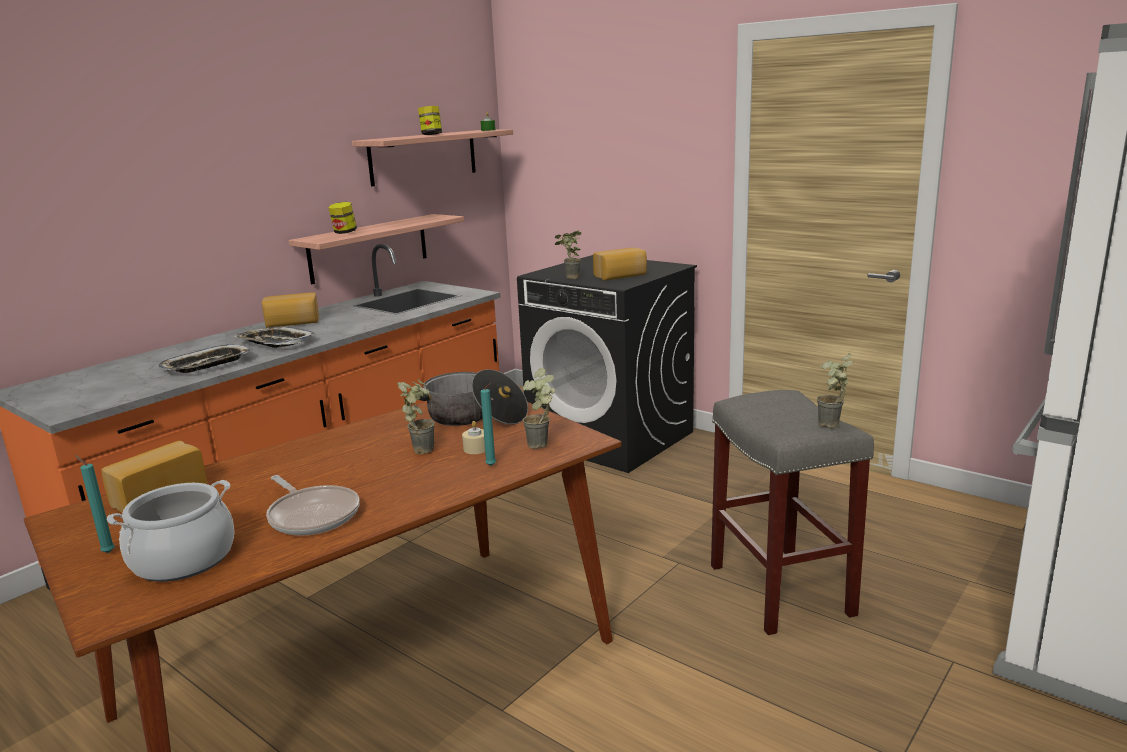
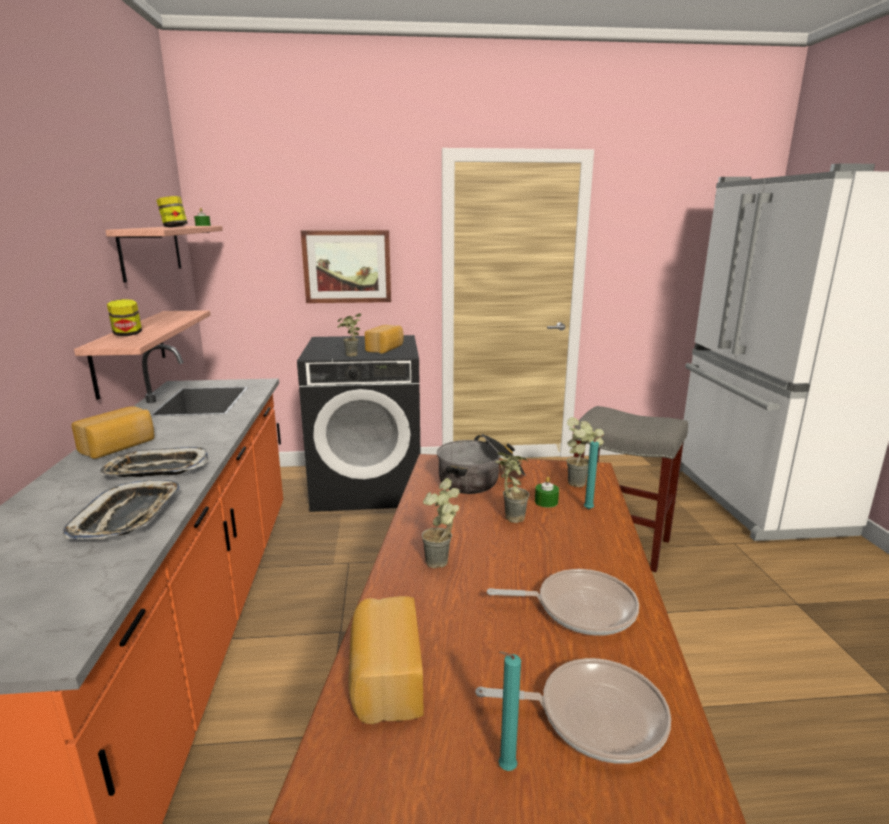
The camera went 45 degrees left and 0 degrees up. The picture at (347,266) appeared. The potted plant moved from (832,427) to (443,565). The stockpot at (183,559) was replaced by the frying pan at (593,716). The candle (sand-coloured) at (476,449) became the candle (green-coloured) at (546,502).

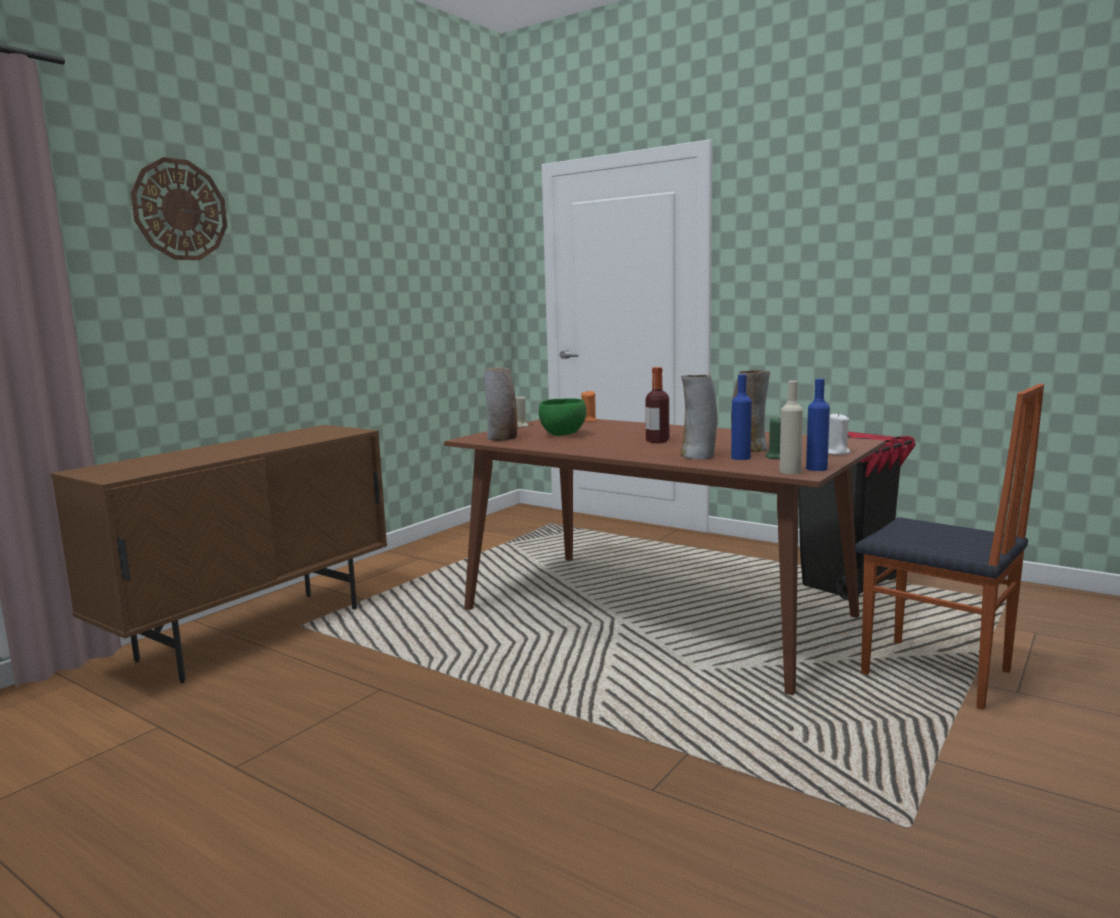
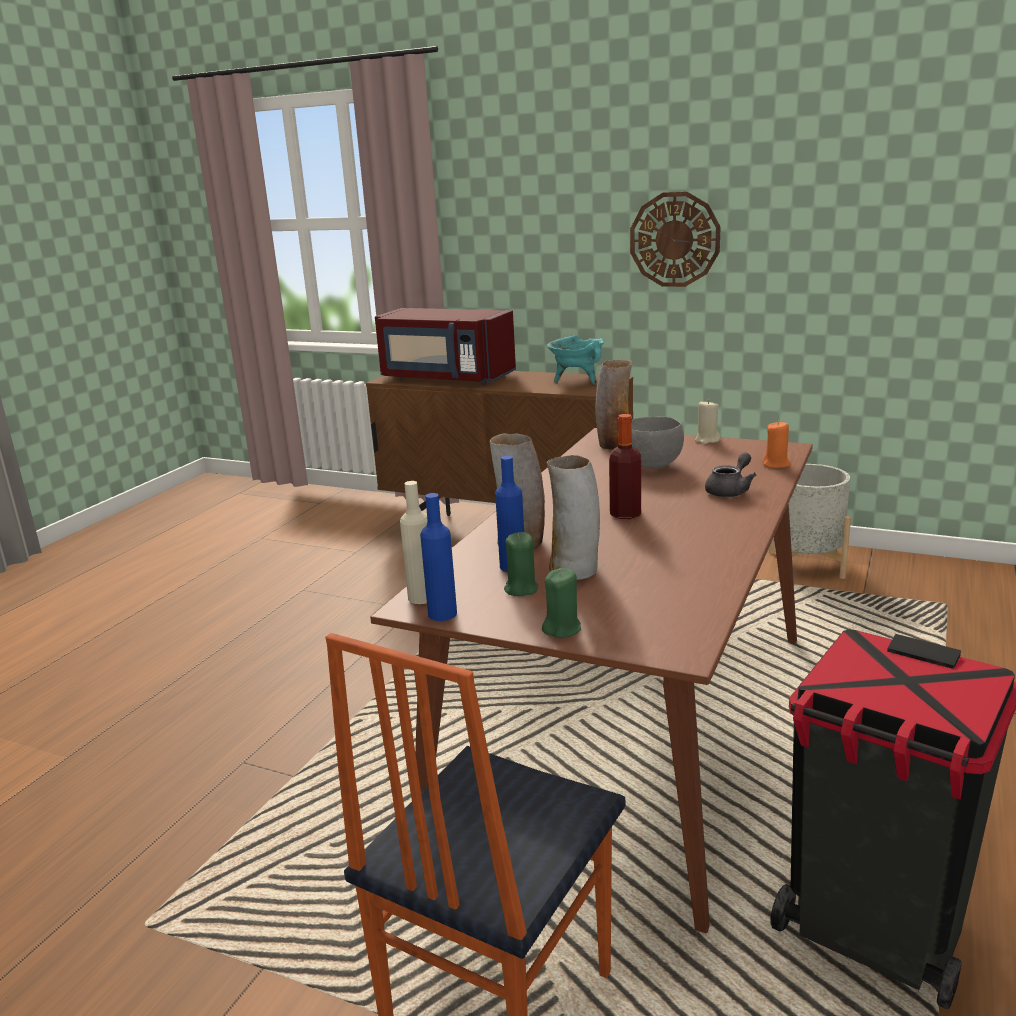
The camera went 80 degrees right and 10 degrees up. The microwave (red-coloured) at (445,378) appeared. The candle (white-coloured) at (836,453) became the candle (green-coloured) at (562,629). The stockpot (turquoise-coloured) at (577,380) appeared. The wall clock moved from (180,210) to (674,239). The deep dish (green-coloured) at (563,435) became the deep dish (greyish) at (651,466). The pot for tea (greyish) at (730,491) appeared. The planter (greyish) at (805,564) appeared.

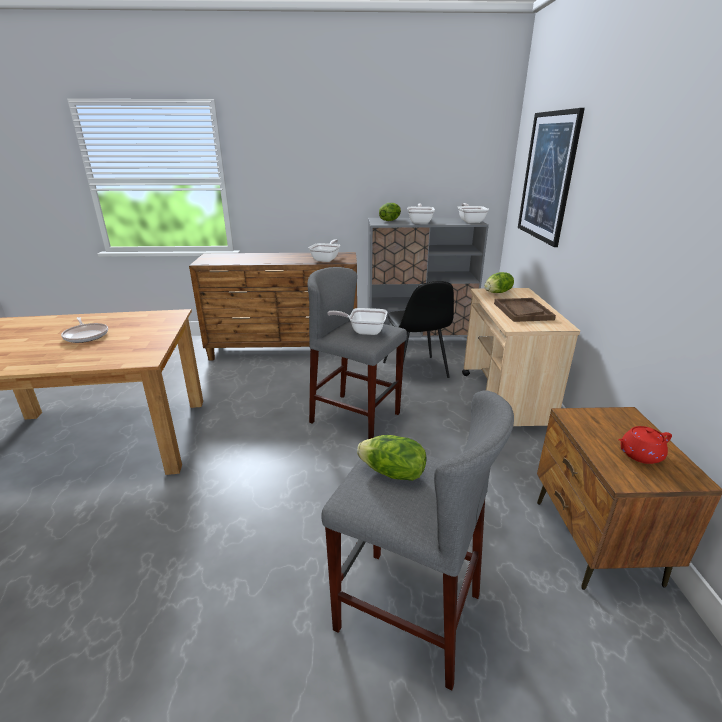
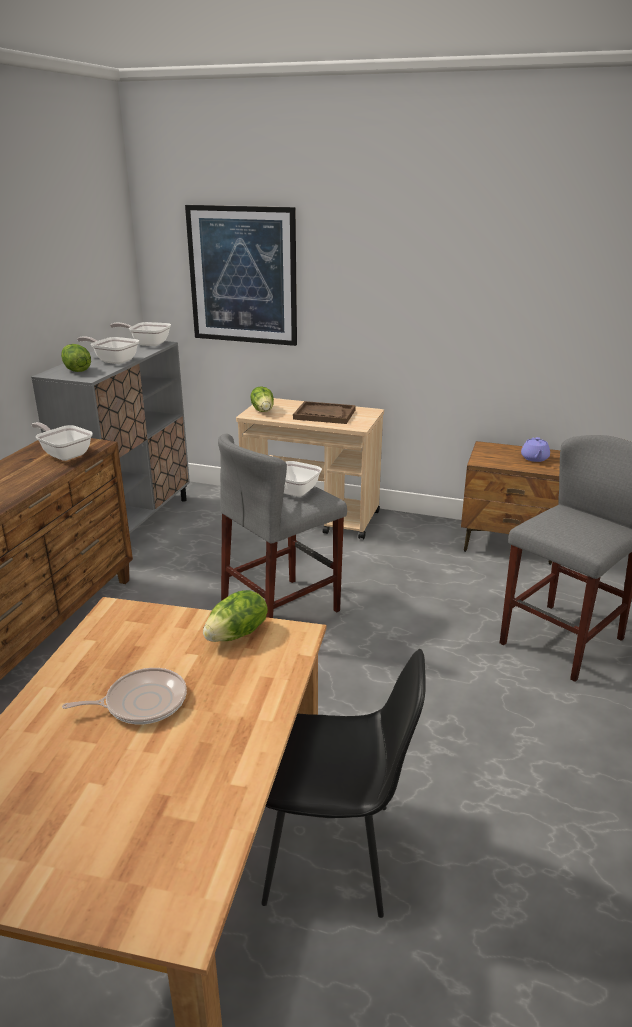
The camera went 70 degrees left and 0 degrees up. The lettuce moved from (392,473) to (237,634). The chair (black-coloured) moved from (415,371) to (333,854). The pot for tea (red-coloured) at (639,455) became the pot for tea (purplish) at (534,458).

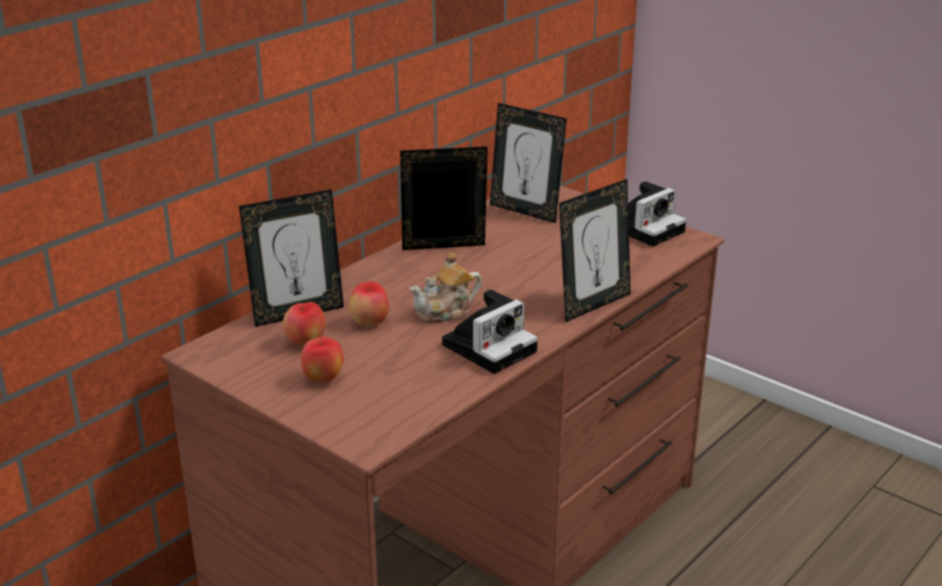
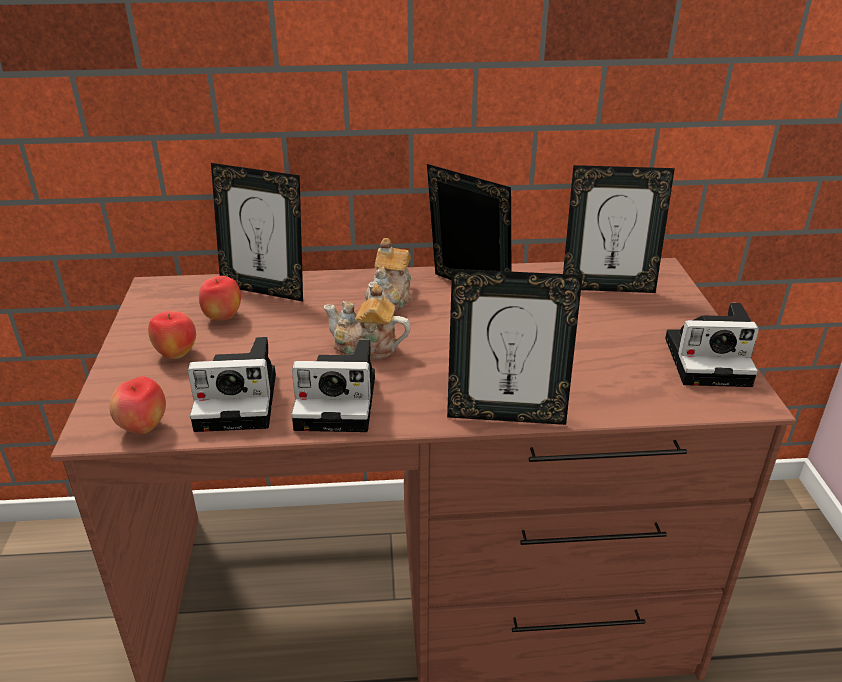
The camera went 45 degrees right and 5 degrees up. The whole apple moved from (369,323) to (143,428). The photo camera at (241,400) appeared. The pot for tea at (390,300) appeared. The standing frame at (525,211) turned 75 degrees counterclockwise.

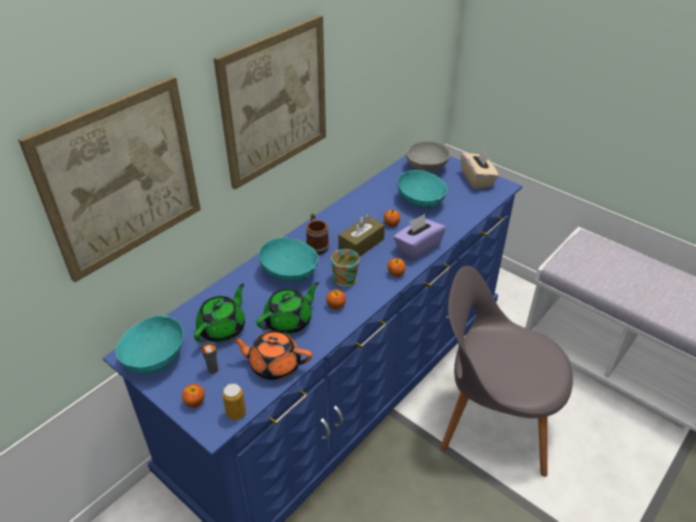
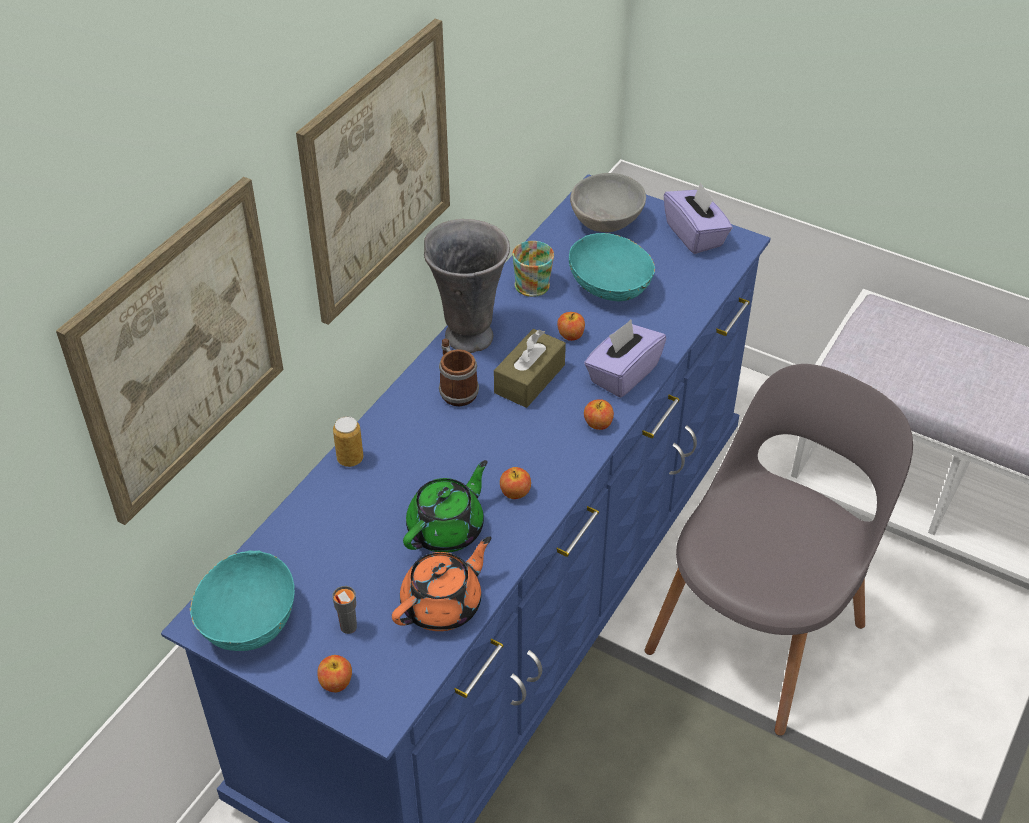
The camera went 10 degrees left and 5 degrees up. The can moved from (236,413) to (350,459). The pot for tea (orange-coloured) at (274,364) turned 135 degrees clockwise. The flower vase (greyish) at (468,335) appeared. The coffee mug moved from (345,276) to (531,282). The chair (greyish) at (492,420) turned 120 degrees clockwise. The tissue box (sand-coloured) at (477,180) became the tissue box (purplish) at (695,235). The pot for tea (green-coloured) at (223,328) disappeared. The deep dish (turquoise-coloured) at (290,273) disappeared.

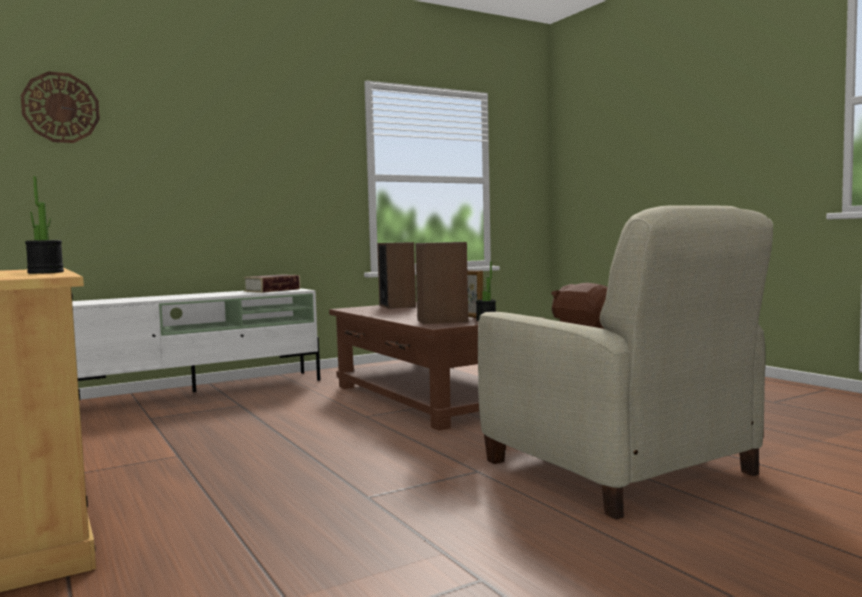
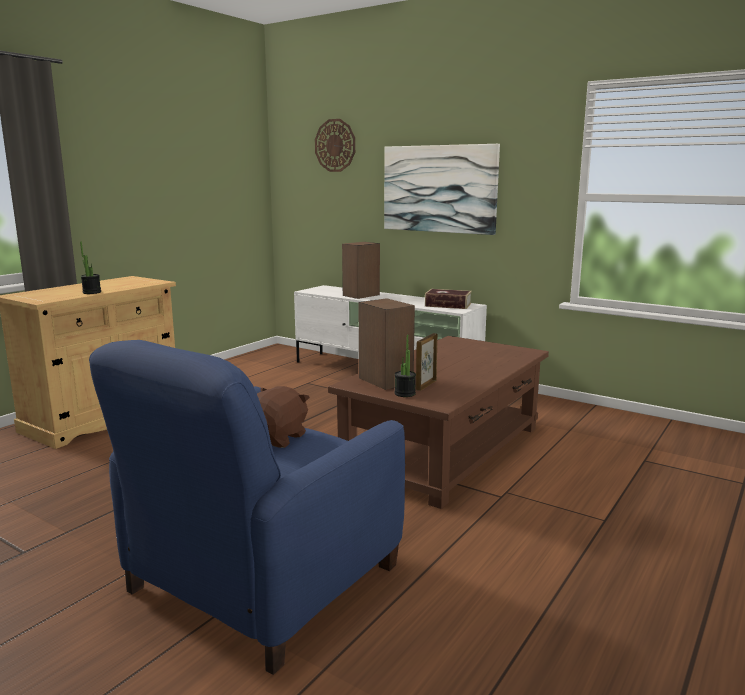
The camera went 65 degrees right and 10 degrees up. The lounge chair (sand-coloured) at (619,468) became the lounge chair (bluish) at (262,580). The audio speaker moved from (397,306) to (361,295). The picture at (439,189) appeared.

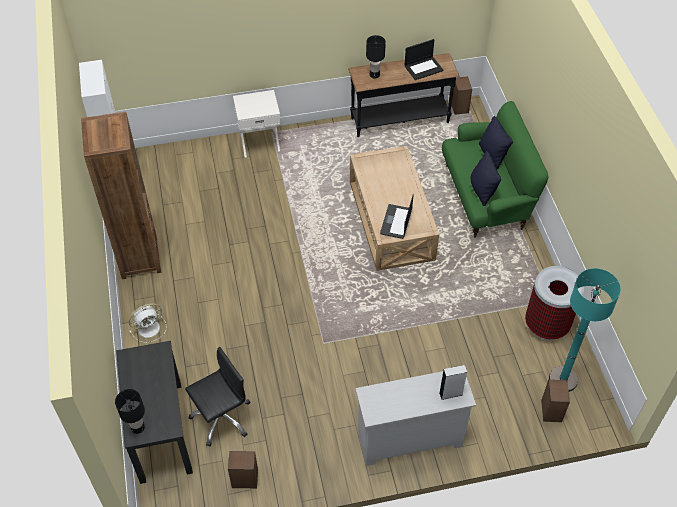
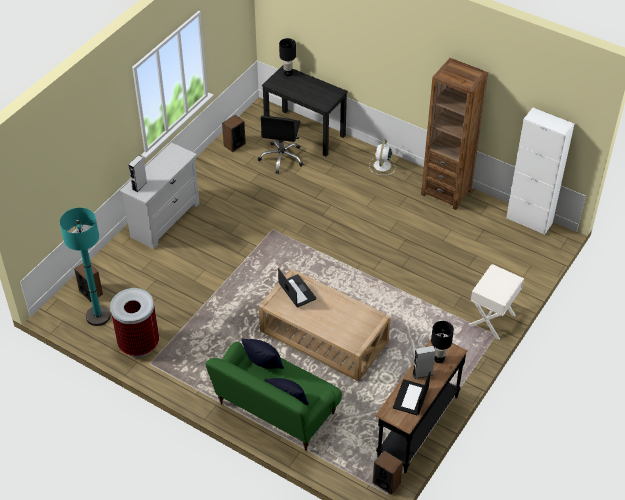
The camera went 135 degrees right and 5 degrees down. The audio speaker (greyish) at (422,374) appeared.

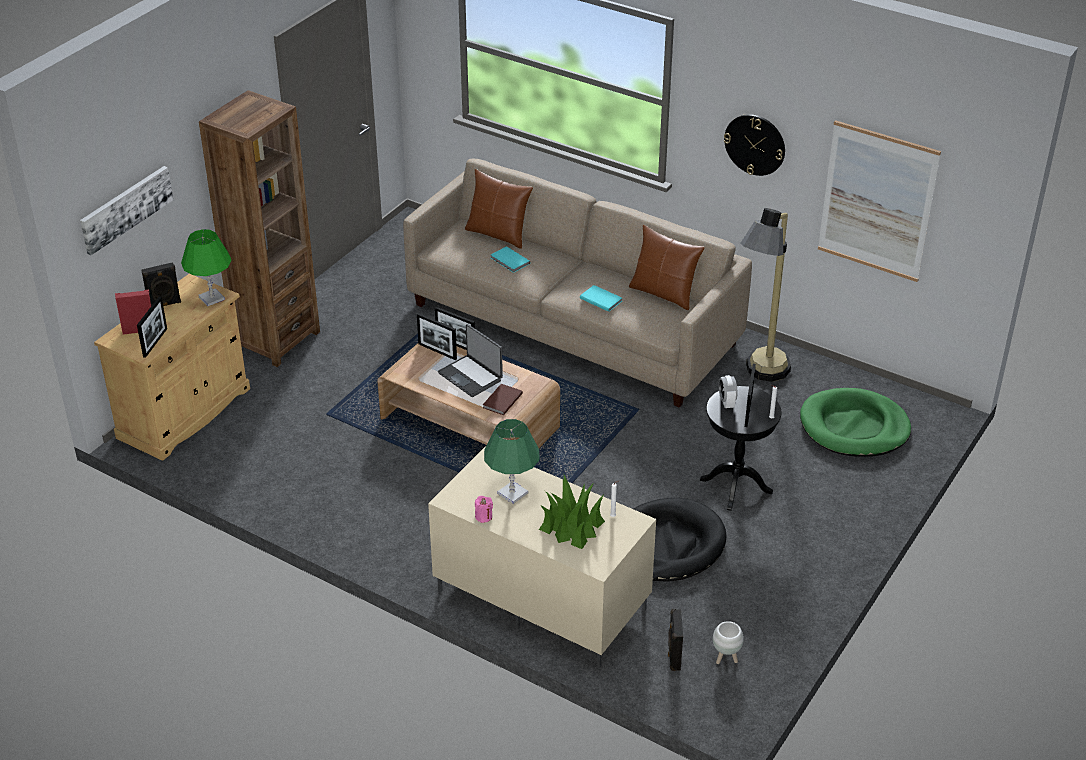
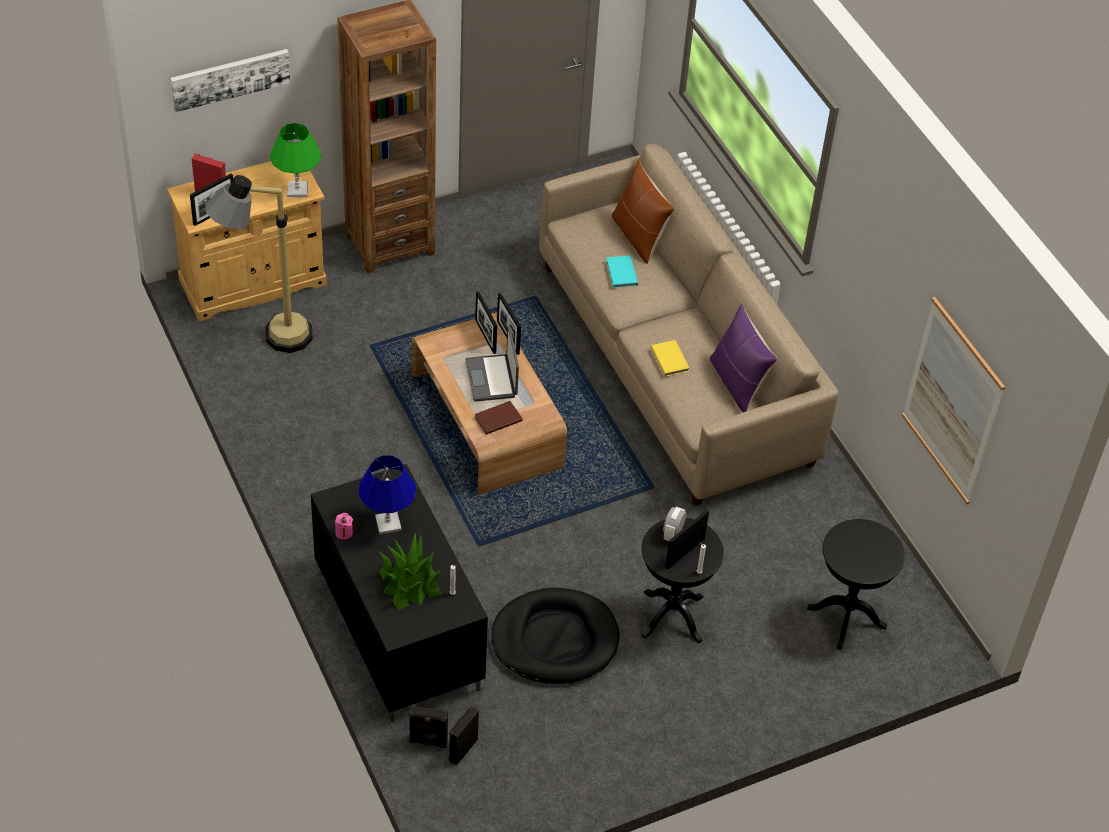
The camera went 30 degrees right and 10 degrees up. The floor lamp moved from (759,379) to (267,341). The tv unit (sand-coloured) at (539,600) became the tv unit (black-coloured) at (396,630). The lamp for a table (green-coloured) at (512,493) became the lamp for a table (bluish) at (388,523). The audio speaker (black-coloured) moved from (164,304) to (428,742). The book (turquoise-coloured) at (601,299) became the book (yellow-coloured) at (670,359). The pillow (brownish) at (663,294) became the pillow (purplish) at (737,383). The dog cushion (green-coloured) at (854,427) was replaced by the side table (black-coloured) at (846,617). The planter (white-coloured) at (726,659) disappeared. The wall clock at (755,144) disappeared.

